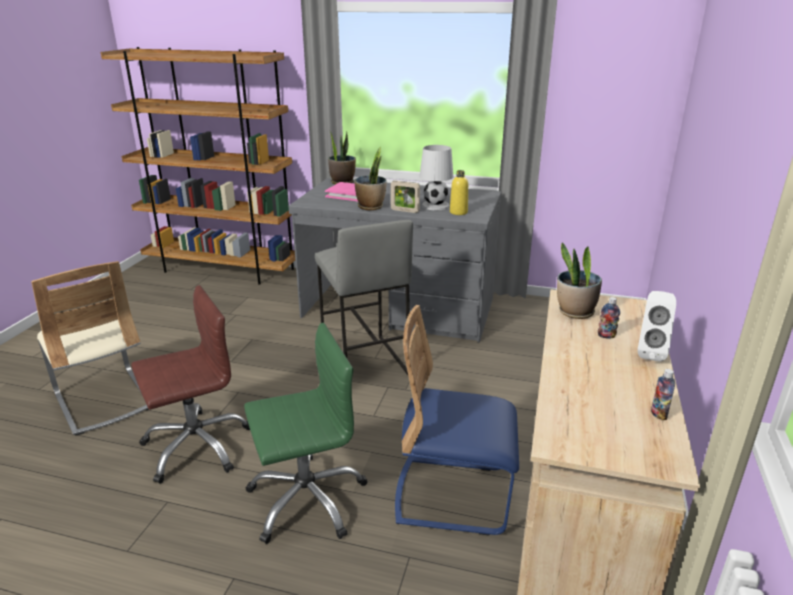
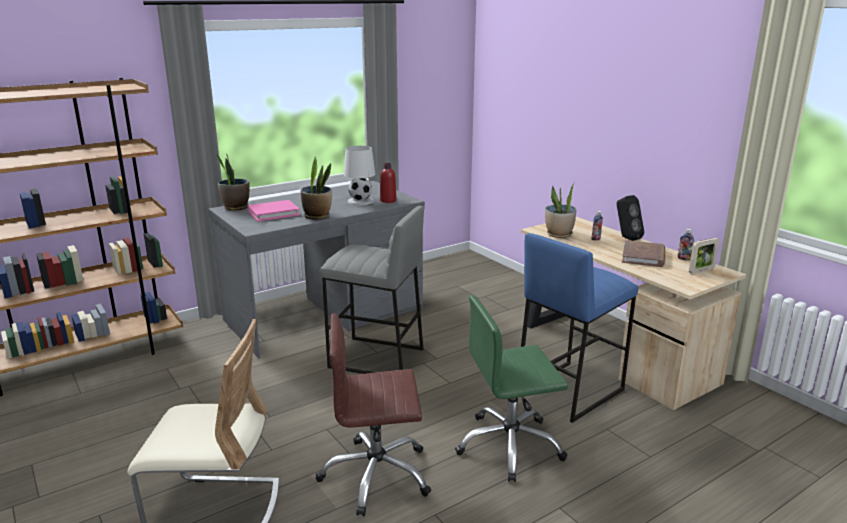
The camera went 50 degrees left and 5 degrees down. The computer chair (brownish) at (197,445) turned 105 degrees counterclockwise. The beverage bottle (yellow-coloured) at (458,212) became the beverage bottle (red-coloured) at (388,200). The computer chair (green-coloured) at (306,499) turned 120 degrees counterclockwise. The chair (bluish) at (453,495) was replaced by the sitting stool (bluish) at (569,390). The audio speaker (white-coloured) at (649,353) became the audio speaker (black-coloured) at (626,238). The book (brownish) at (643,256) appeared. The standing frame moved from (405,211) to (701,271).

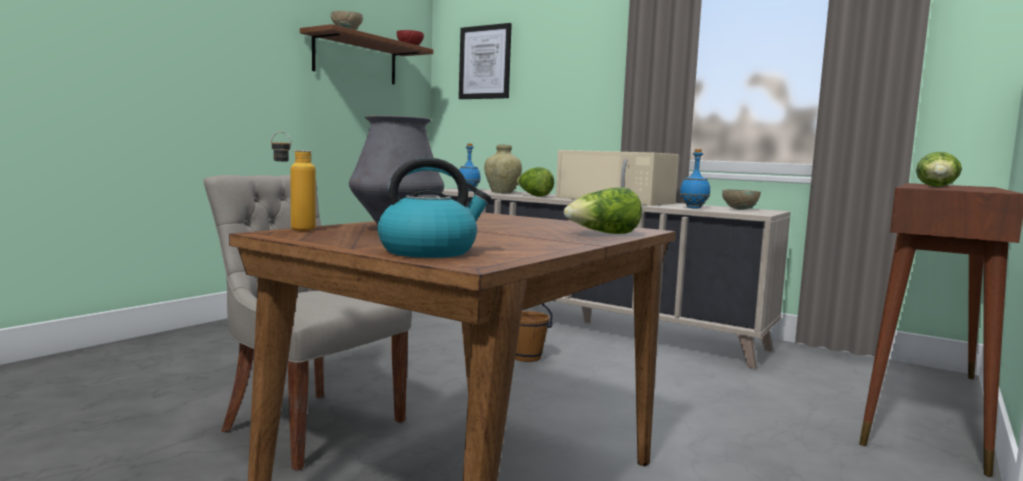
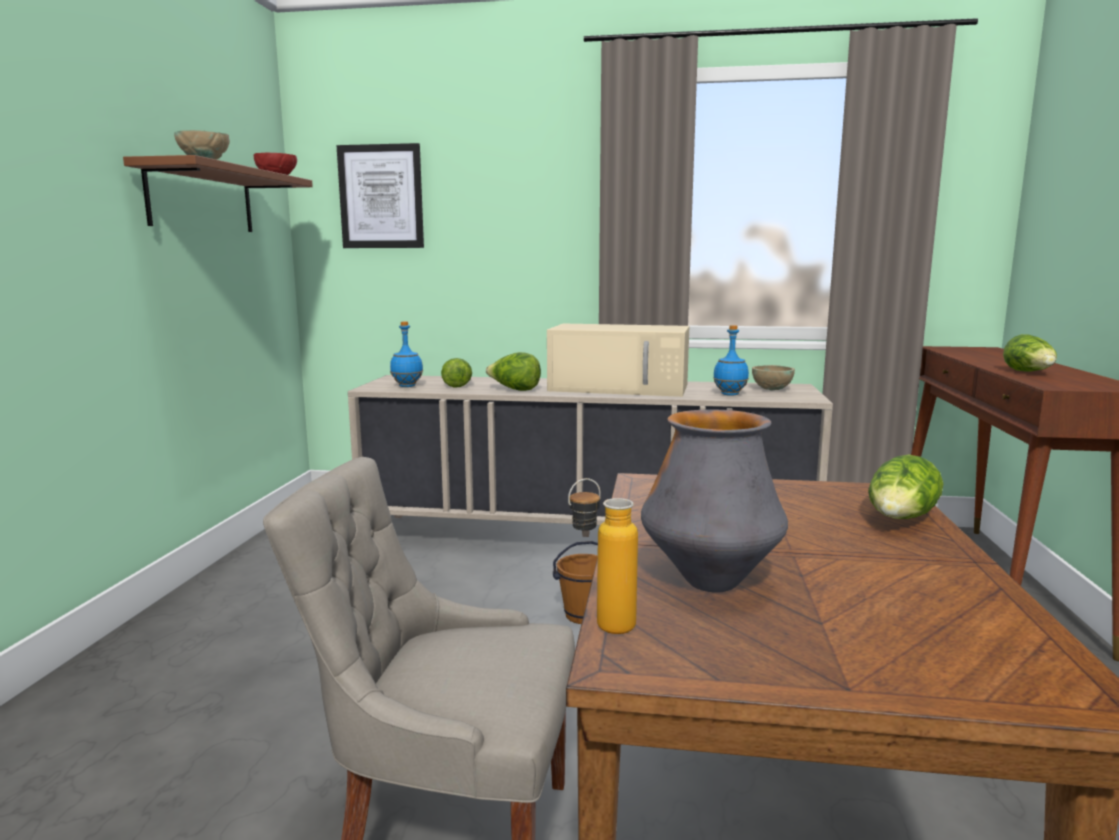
The camera went 25 degrees left and 5 degrees up. The flower vase (sand-coloured) at (502,192) was replaced by the lettuce at (456,385). The kettle at (429,251) disappeared.

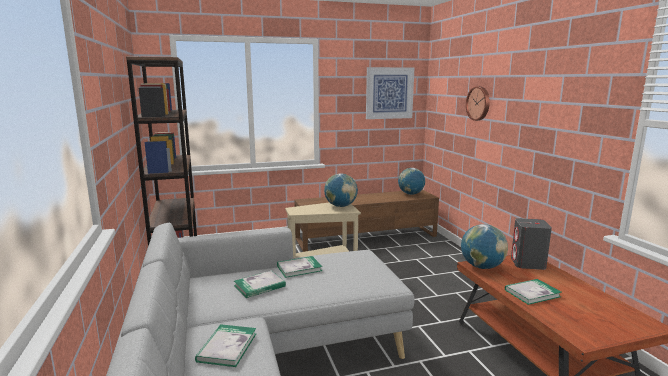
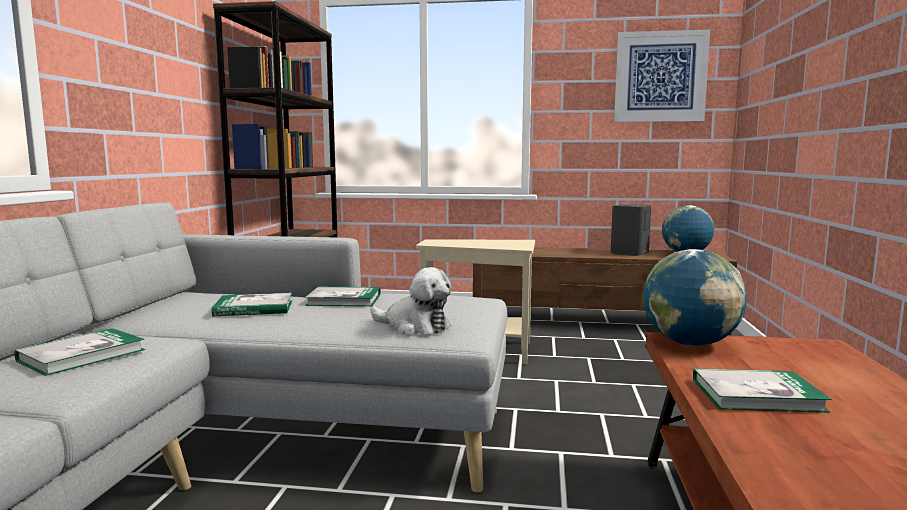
The camera went 25 degrees right and 5 degrees down. The plush toy at (414,326) appeared. The audio speaker (greyish) moved from (528,264) to (629,253). The world globe at (340,206) disappeared. The wall clock at (479,103) disappeared.

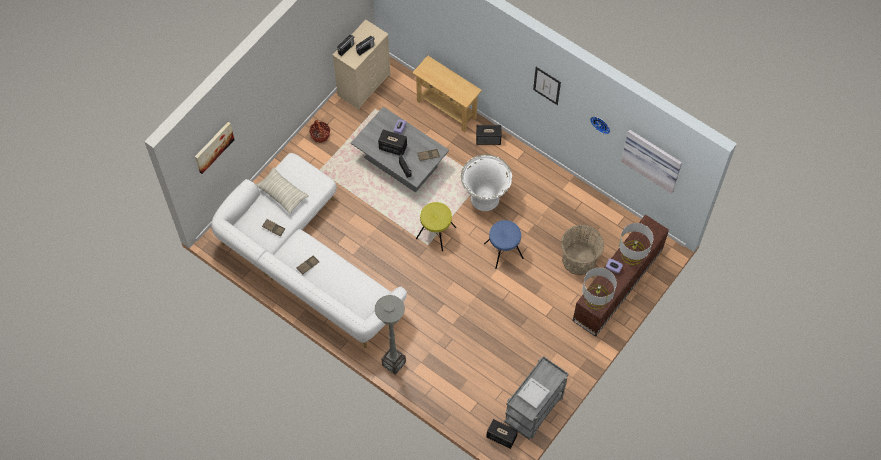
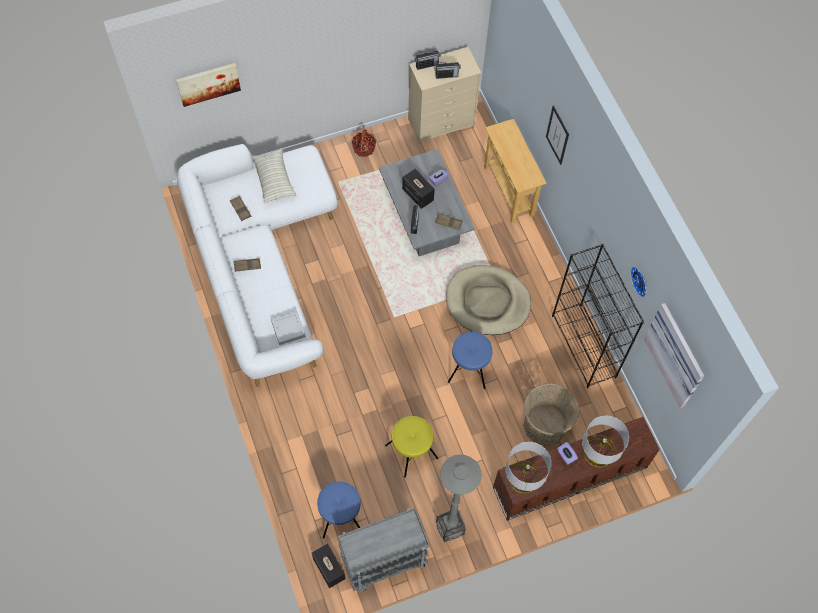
The camera went 30 degrees right and 0 degrees up. The serving tray (greyish) moved from (533,394) to (288,329). The sitting stool (bluish) at (340,515) appeared. The sitting stool (yellow-coloured) moved from (436,233) to (412,452). The floor lamp (greyish) moved from (393,363) to (450,528). The planter (white-coloured) at (485,197) was replaced by the dog cushion (sand-coloured) at (487,302). The picture moved from (547,85) to (557,135). The shelving unit (black-coloured) at (584,346) appeared. The audio speaker at (488,139) disappeared.

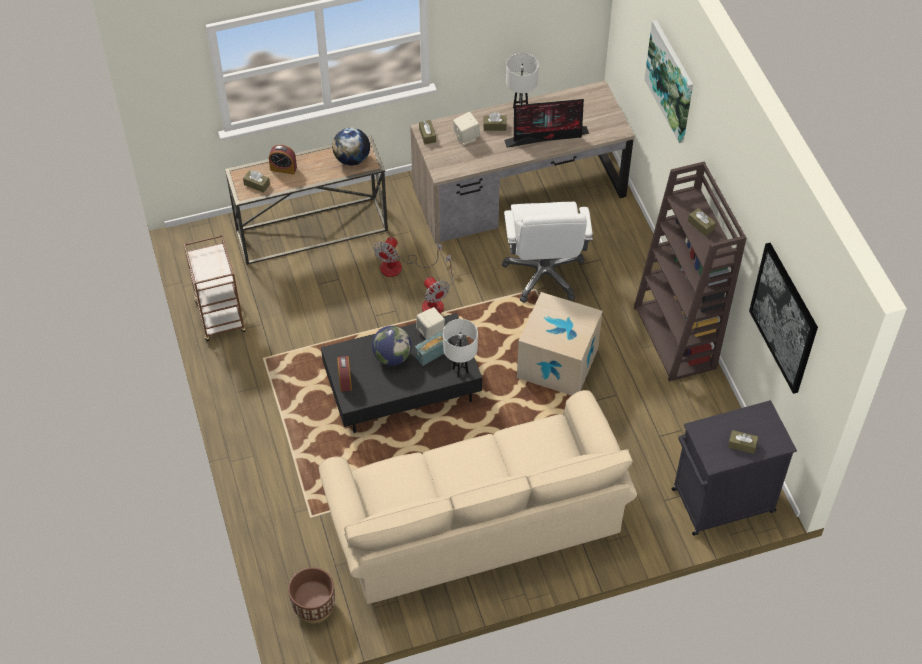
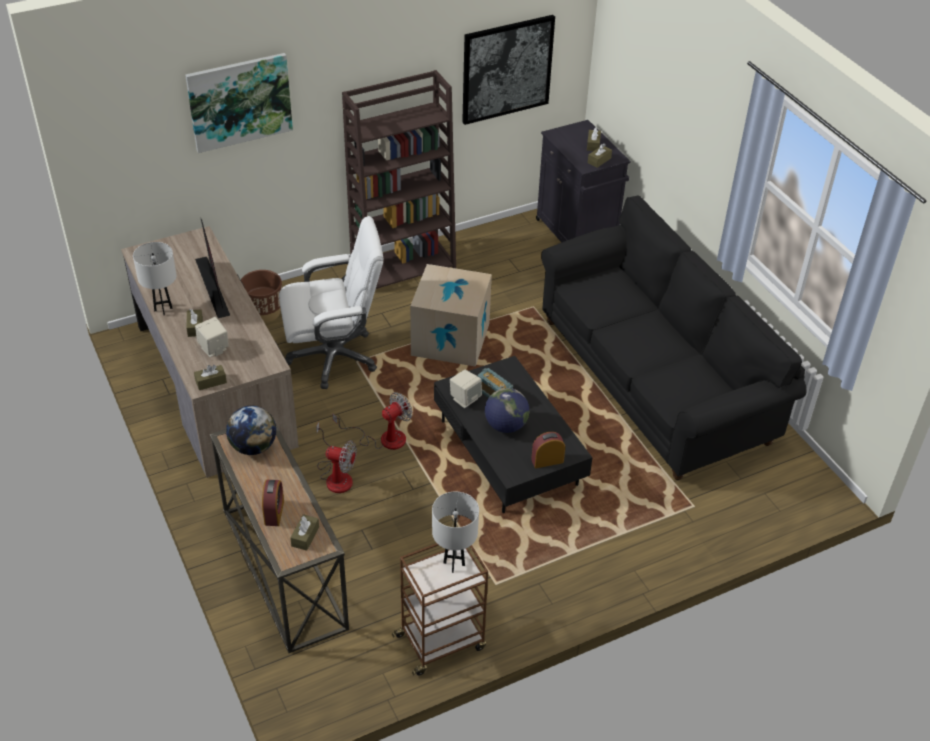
The camera went 100 degrees left and 10 degrees down. The planter (brownish) moved from (314,607) to (264,312). The lamp for a table (white-coloured) moved from (460,370) to (454,564). The settee (sand-coloured) at (475,523) became the settee (black-coloured) at (654,382). The tissue box (brownish) moved from (701,225) to (599,160).

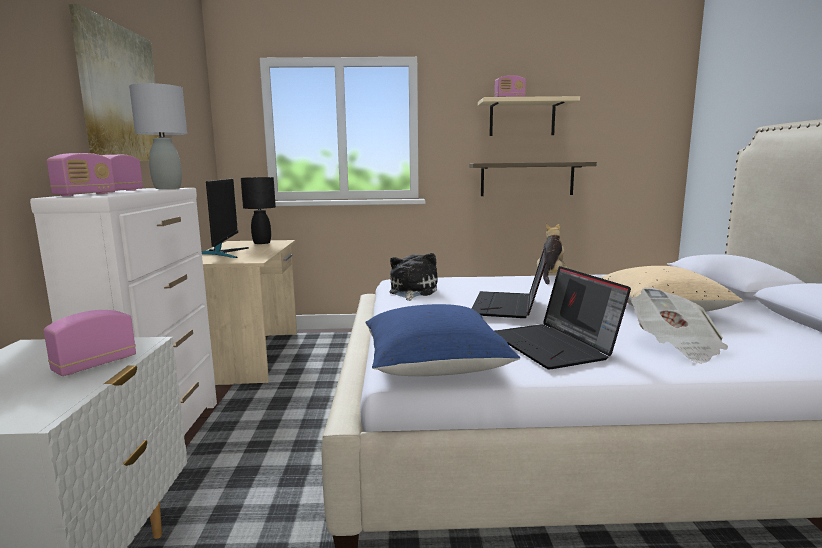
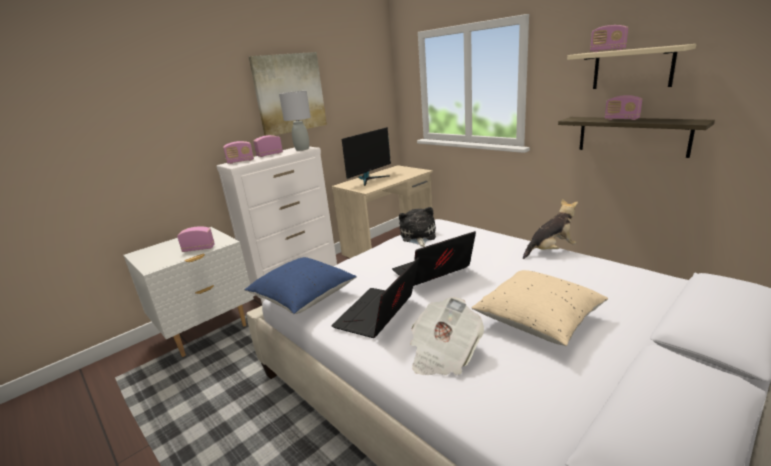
The camera went 50 degrees right and 10 degrees up. The plush toy at (412,291) turned 60 degrees counterclockwise. The radio set at (621,119) appeared. The lamp for a table (black-coloured) at (262,243) disappeared.

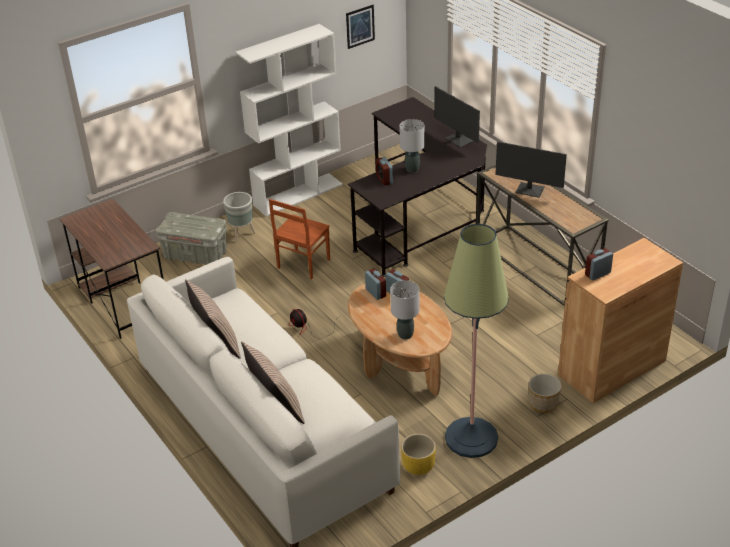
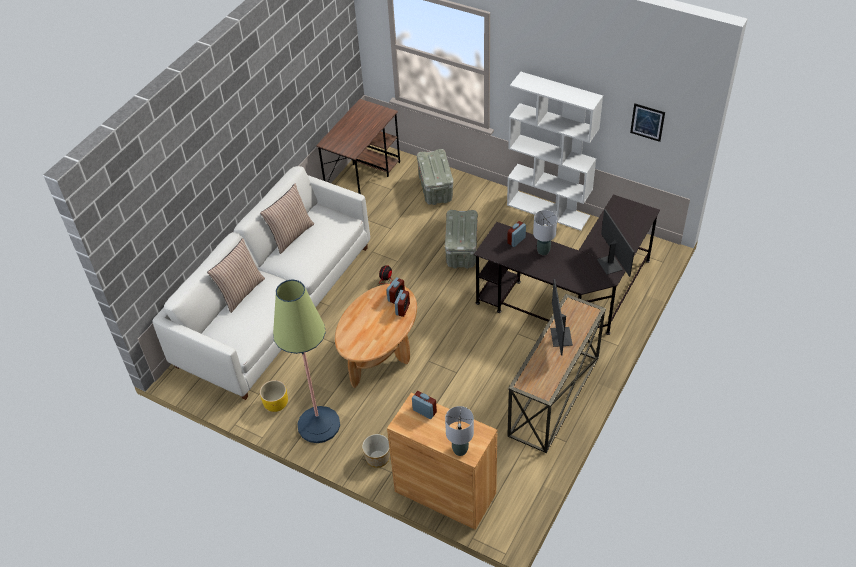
The camera went 65 degrees right and 10 degrees up. The chair (brownish) at (302,264) was replaced by the storage box (greyish) at (461,250). The lamp for a table (greyish) moved from (405,335) to (460,450). The monitor at (459,140) turned 135 degrees clockwise. The planter (greyish) at (242,234) disappeared.

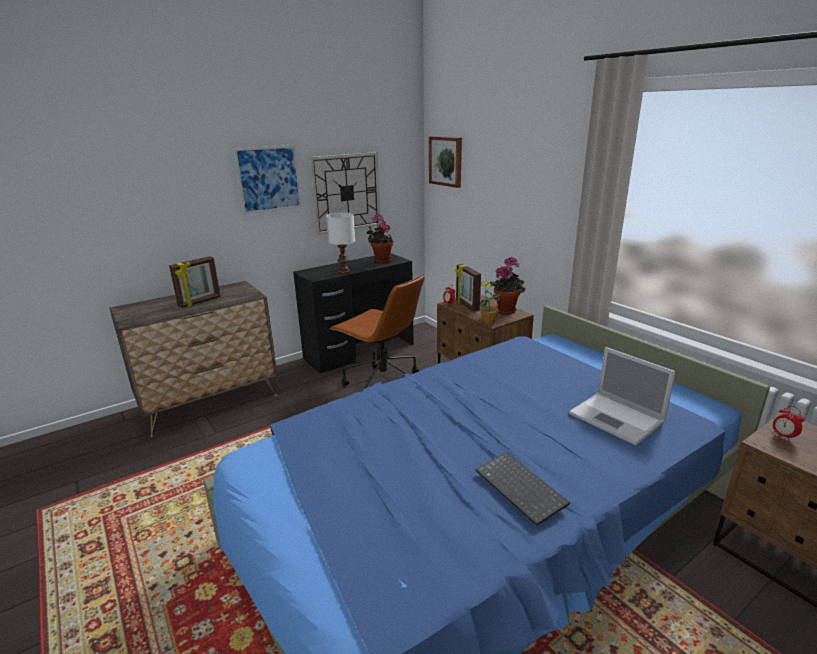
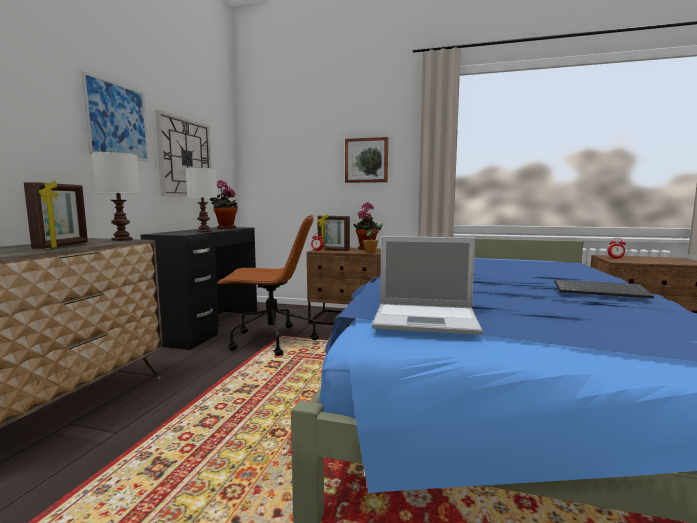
The camera went 40 degrees left and 15 degrees down. The lamp for a table (white-coloured) at (122,239) appeared. The picture moved from (446,161) to (366,160). The portable computer moved from (617,418) to (427,319).

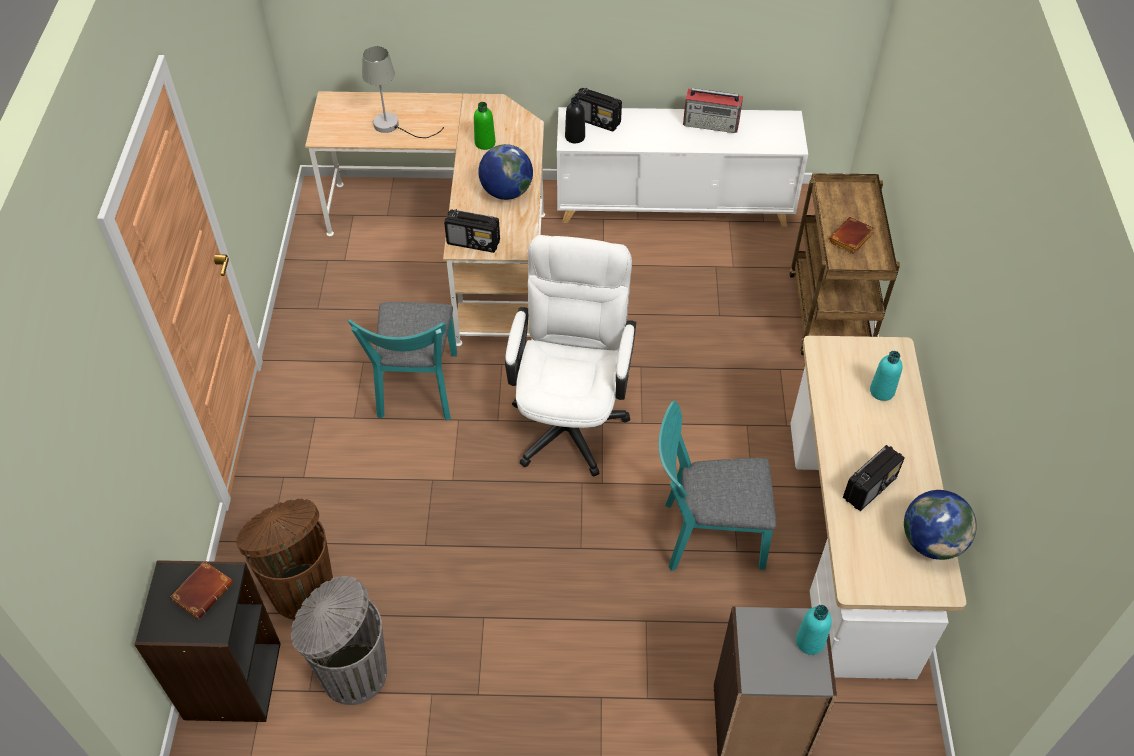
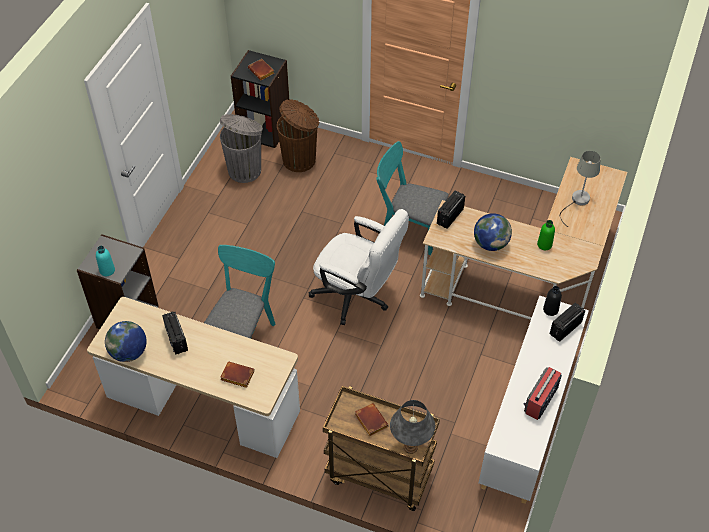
The camera went 110 degrees right and 0 degrees up. The beverage bottle (turquoise-coloured) at (882,391) was replaced by the book (brownish) at (236,376). The lamp for a table (greyish) at (410,447) appeared.

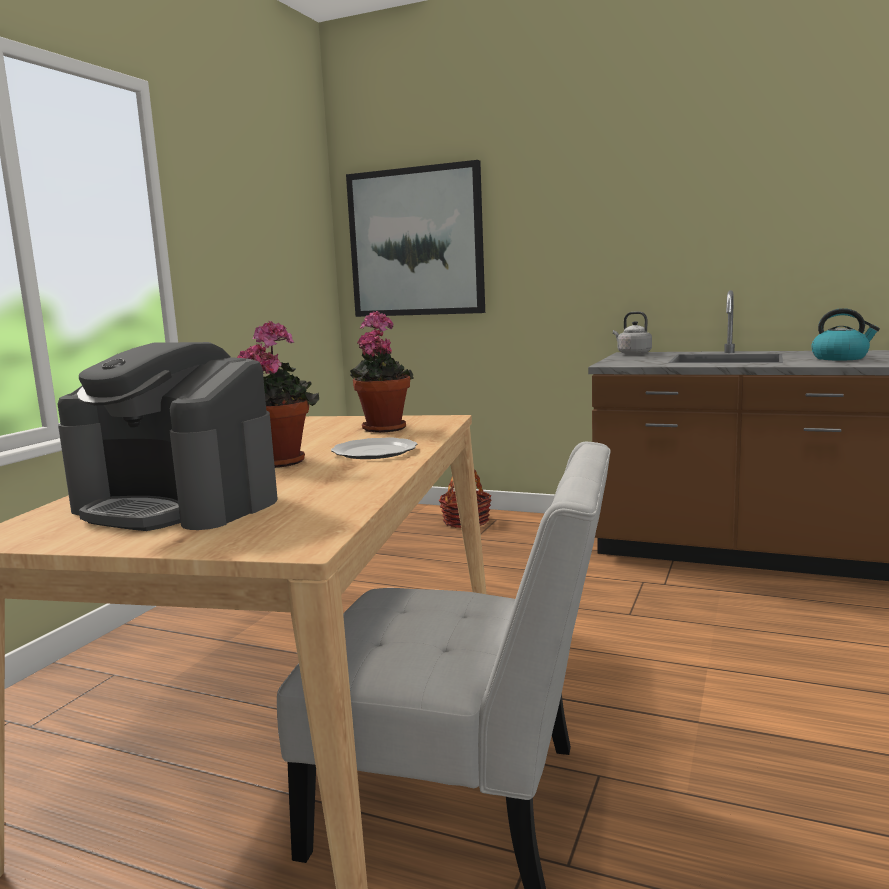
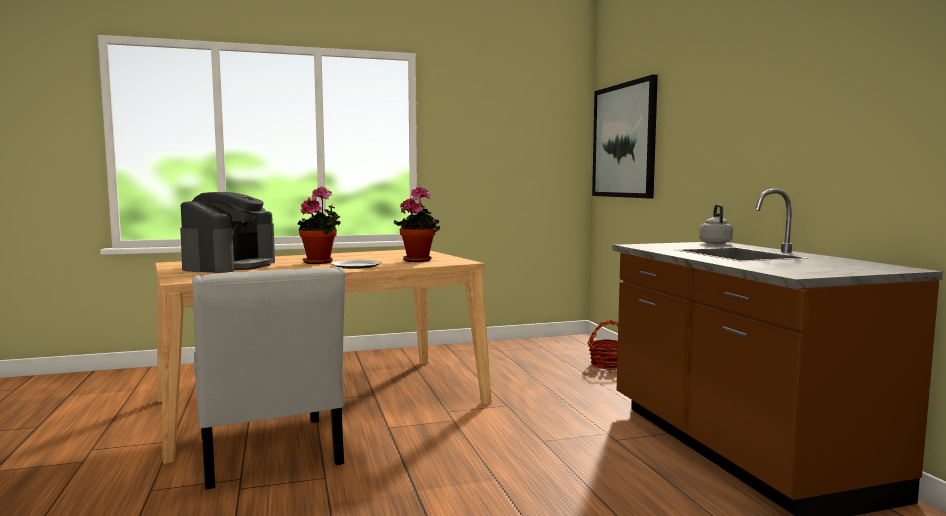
The camera went 50 degrees right and 5 degrees down. The coffee maker at (178,504) turned 150 degrees counterclockwise. The kettle at (840,358) disappeared.

